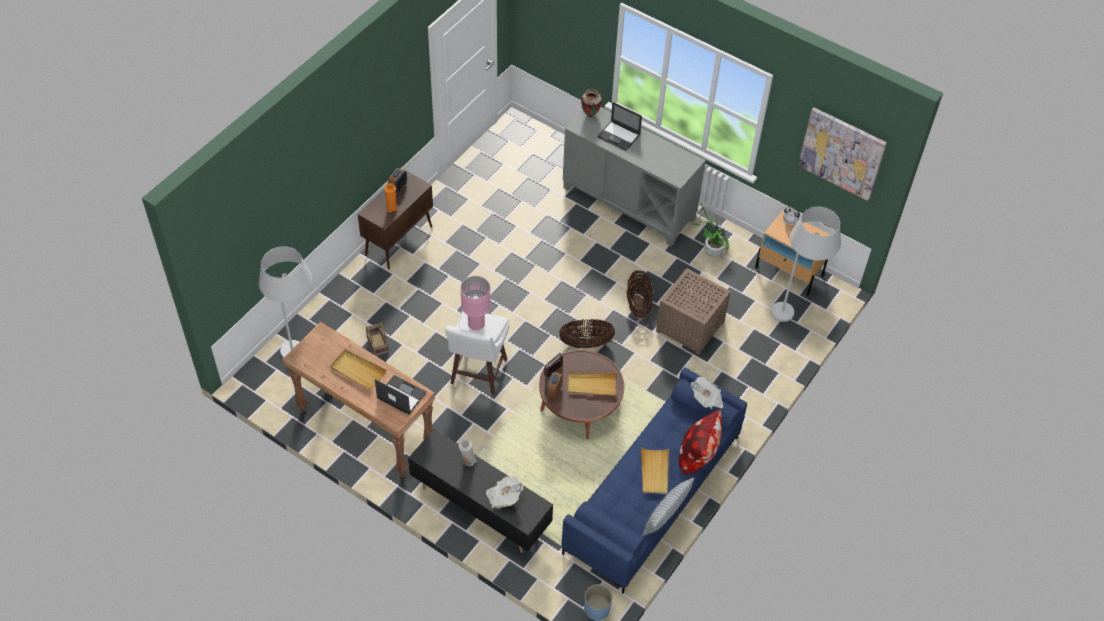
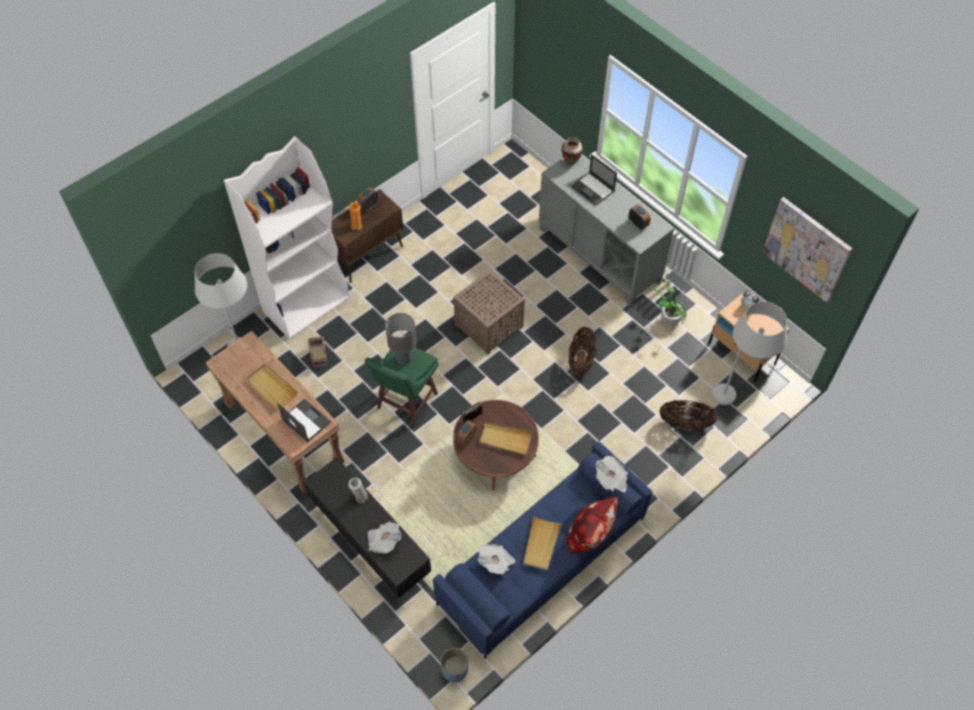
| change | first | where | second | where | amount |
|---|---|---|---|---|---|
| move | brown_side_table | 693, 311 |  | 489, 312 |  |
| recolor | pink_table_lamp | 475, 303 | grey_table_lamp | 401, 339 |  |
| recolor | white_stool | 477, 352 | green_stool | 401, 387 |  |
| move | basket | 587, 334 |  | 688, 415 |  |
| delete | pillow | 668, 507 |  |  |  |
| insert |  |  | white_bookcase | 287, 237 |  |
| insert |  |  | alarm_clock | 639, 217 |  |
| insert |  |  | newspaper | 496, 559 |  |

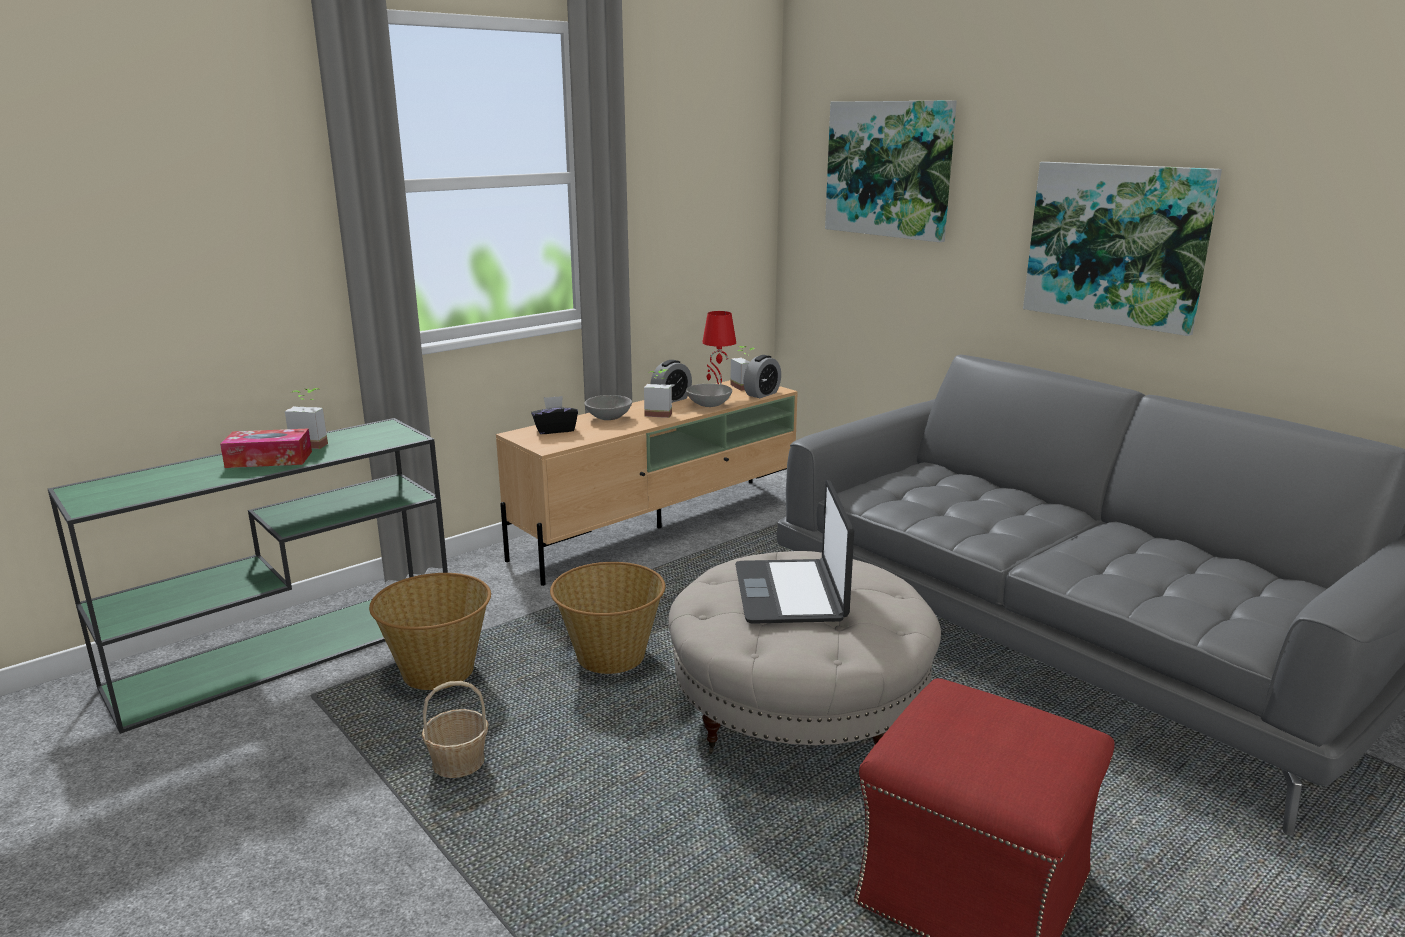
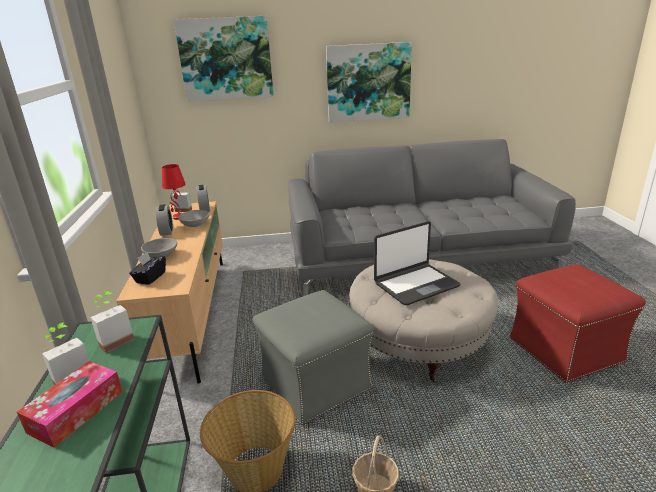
| change | first | where | second | where | amount |
|---|---|---|---|---|---|
| move | potted_plant | 658, 393 |  | 112, 322 |  |
| rotate | laptop | 794, 552 |  | 417, 263 | 60 degrees counterclockwise |
| replace | basket | 607, 618 | grey_ottoman | 313, 357 |  |

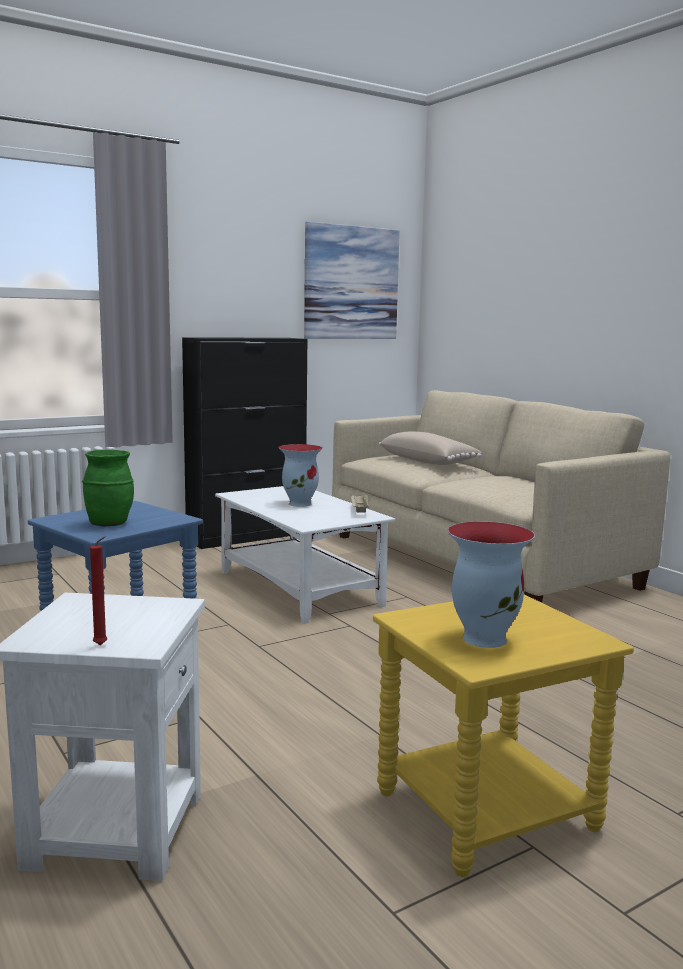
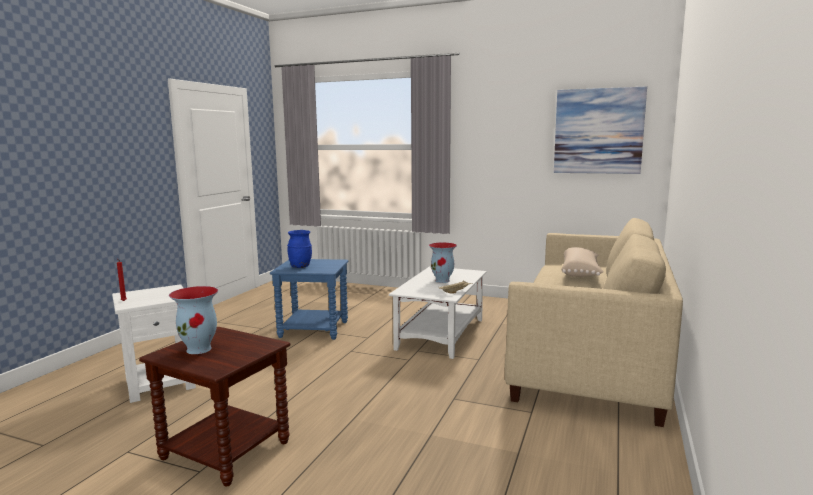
| change | first | where | second | where | amount |
|---|---|---|---|---|---|
| delete | black_cabinet | 245, 443 |  |  |  |
| recolor | green_vase | 108, 488 | blue_vase | 299, 249 |  |
| recolor | yellow_side_table | 503, 735 | brown_side_table | 214, 406 |  |

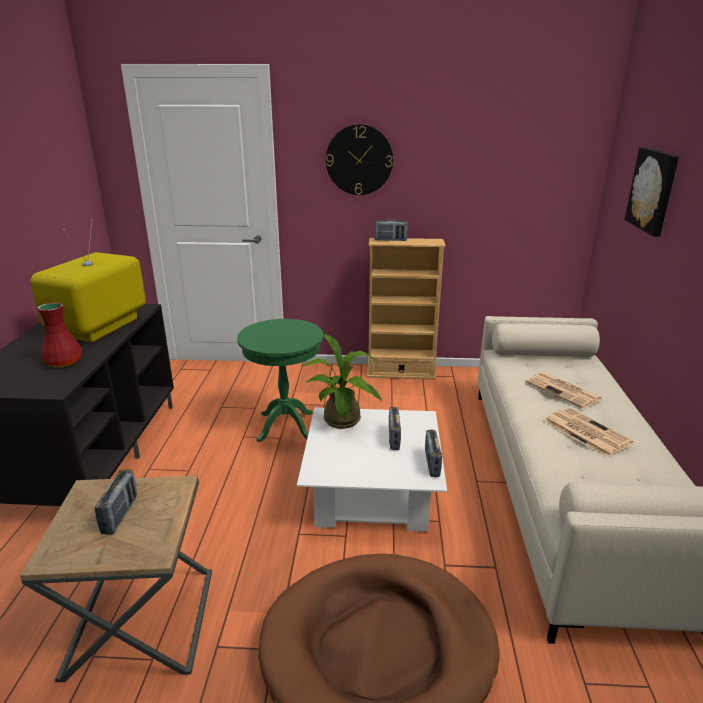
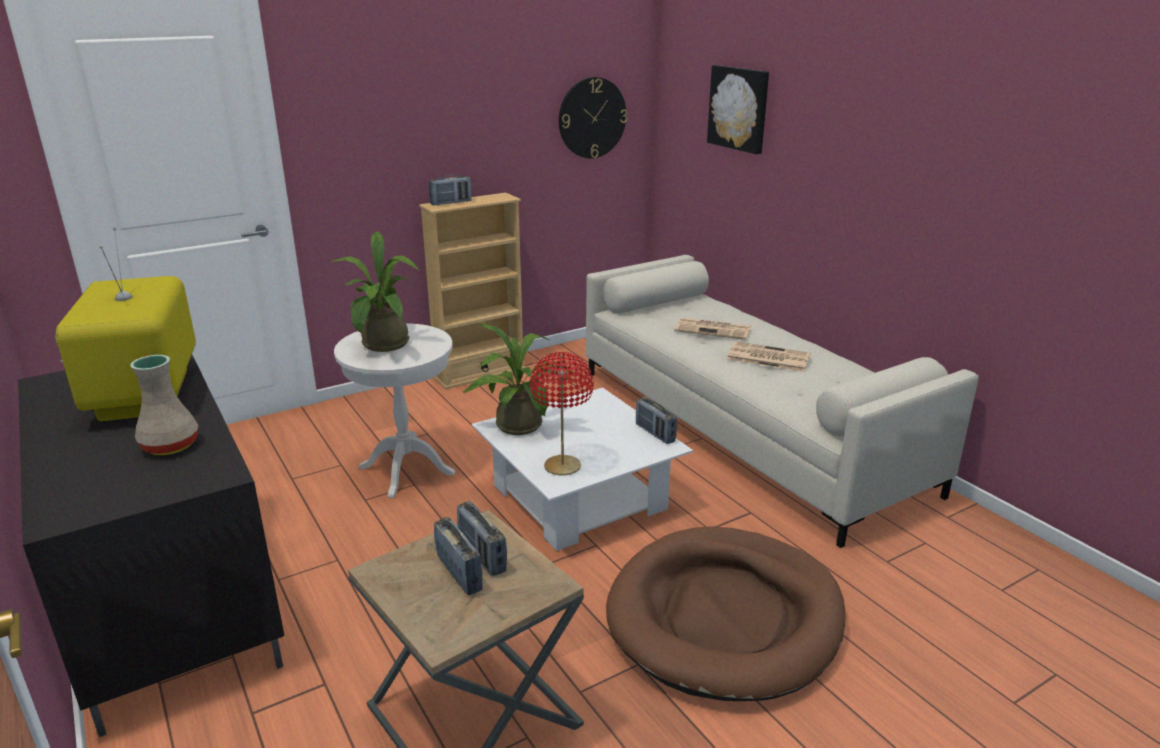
| change | first | where | second | where | amount |
|---|---|---|---|---|---|
| move | wall_clock | 359, 159 |  | 593, 117 |  |
| recolor | red_vase | 60, 335 | beige_vase | 164, 405 |  |
| recolor | green_side_table | 280, 380 | white_side_table | 394, 410 |  |
| move | radio | 395, 428 |  | 482, 538 |  |
| insert |  |  | potted_plant | 374, 291 |  |
| insert |  |  | red_table_lamp | 562, 413 |  |

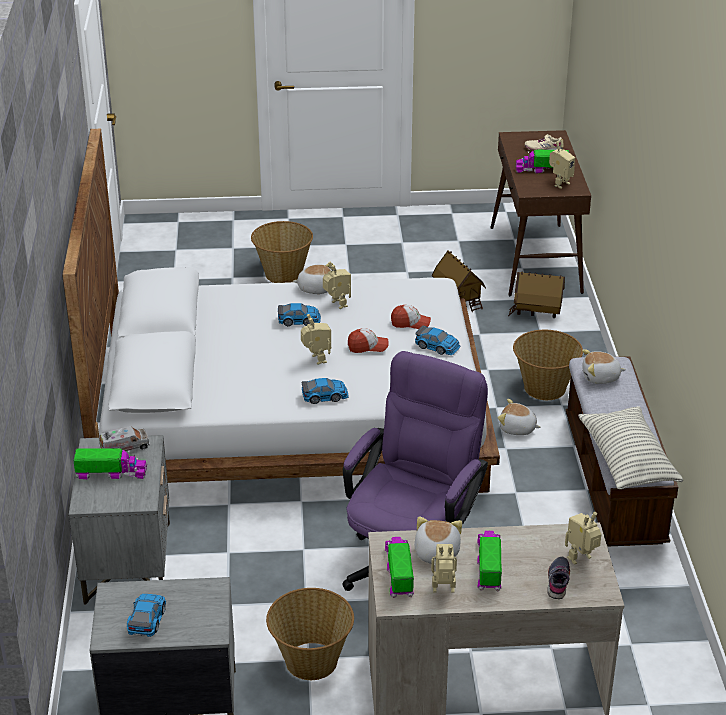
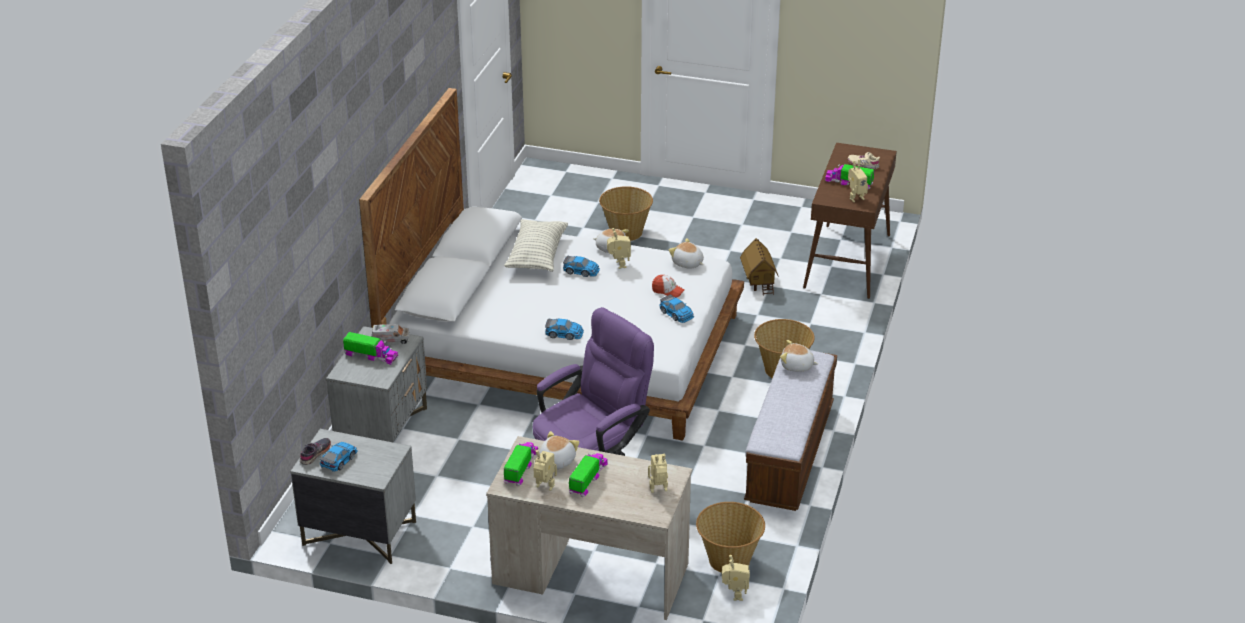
| change | first | where | second | where | amount |
|---|---|---|---|---|---|
| delete | toy_house | 536, 295 |  |  |  |
| move | toy_robot | 316, 339 |  | 736, 578 |  |
| delete | cap | 368, 341 |  |  |  |
| move | plush_toy | 519, 417 |  | 686, 253 |  |
| move | pillow | 630, 447 |  | 536, 245 |  |
| move | grey_shoe | 558, 577 |  | 315, 451 |  |
| move | basket | 310, 634 |  | 730, 537 |  |

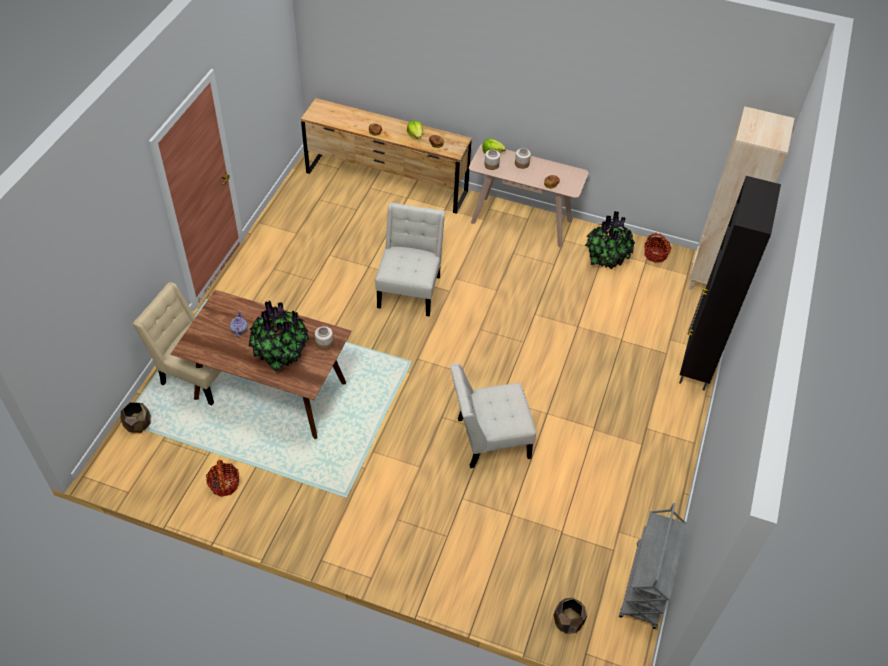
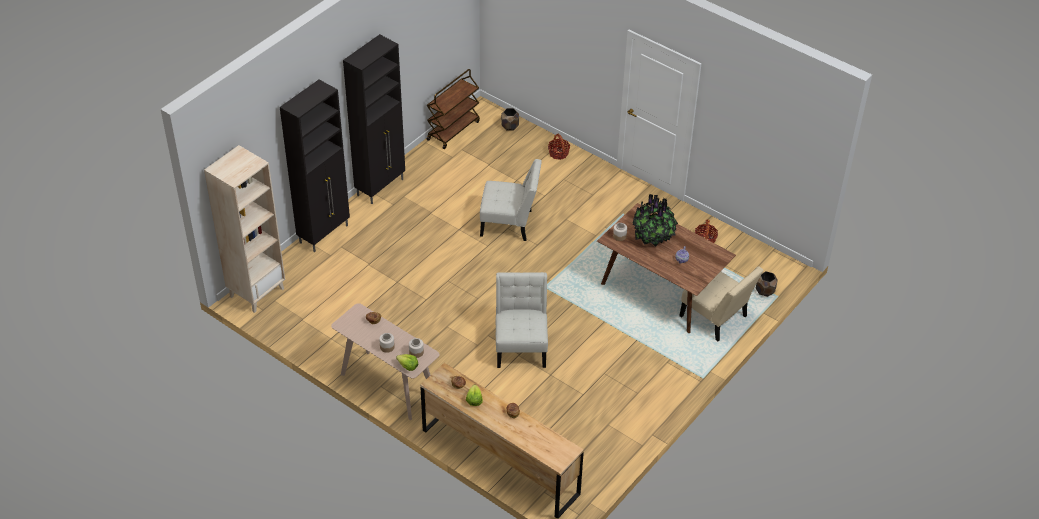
| change | first | where | second | where | amount |
|---|---|---|---|---|---|
| rotate | white_chair | 410, 260 |  | 522, 320 | 150 degrees clockwise |
| delete | potted_plant | 610, 240 |  |  |  |
| move | basket | 658, 248 |  | 559, 147 |  |
| recolor | grey_cart | 653, 566 | brown_cart | 453, 109 |  |
| insert |  |  | black_cabinet | 374, 119 |  |

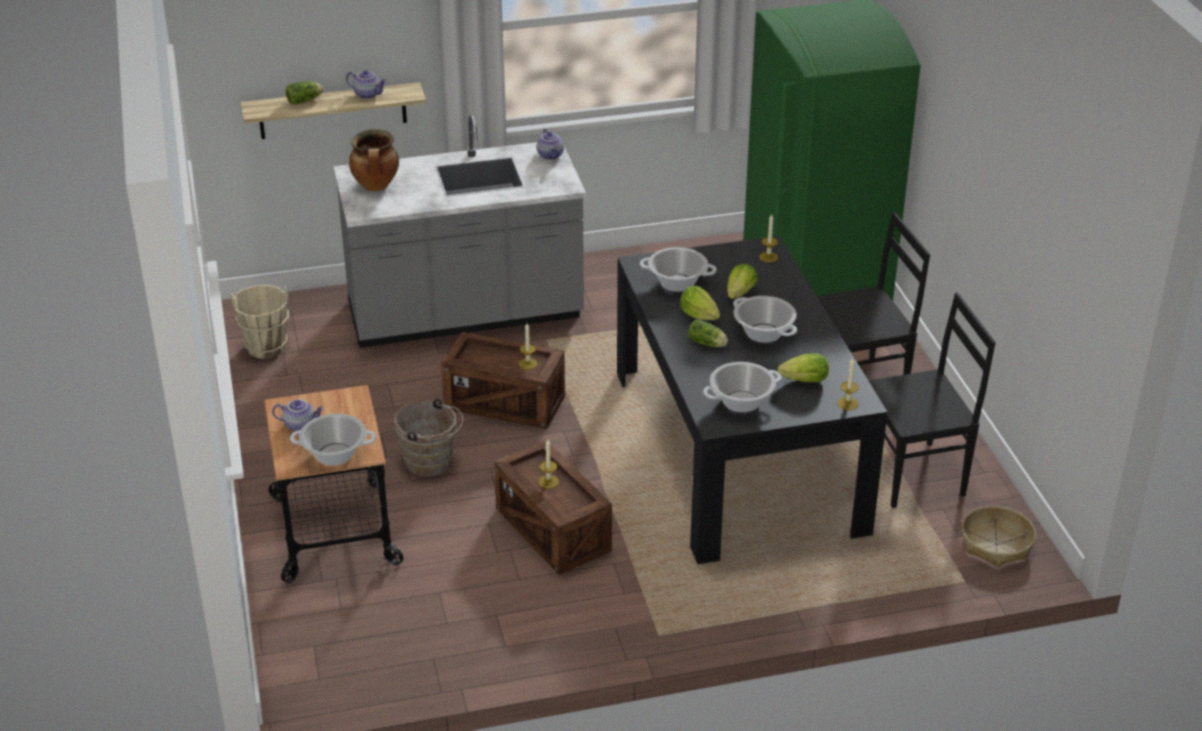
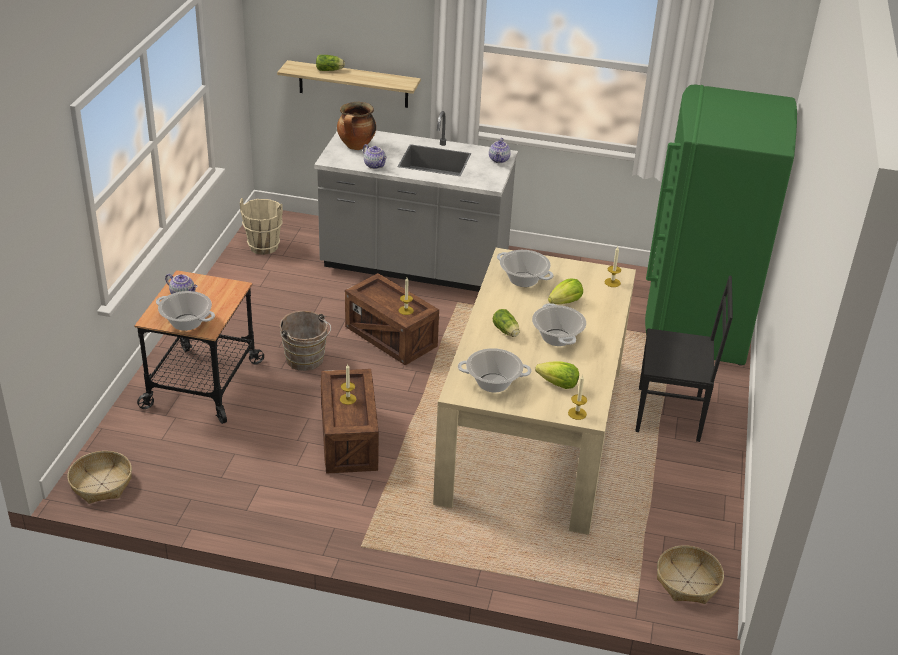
| change | first | where | second | where | amount |
|---|---|---|---|---|---|
| move | teapot | 366, 84 |  | 375, 156 |  |
| recolor | black_dining_table | 752, 400 | beige_dining_table | 534, 391 |  |
| delete | lettuce | 700, 303 |  |  |  |
| delete | black_chair | 932, 400 |  |  |  |
| insert |  |  | basket | 99, 477 |  |

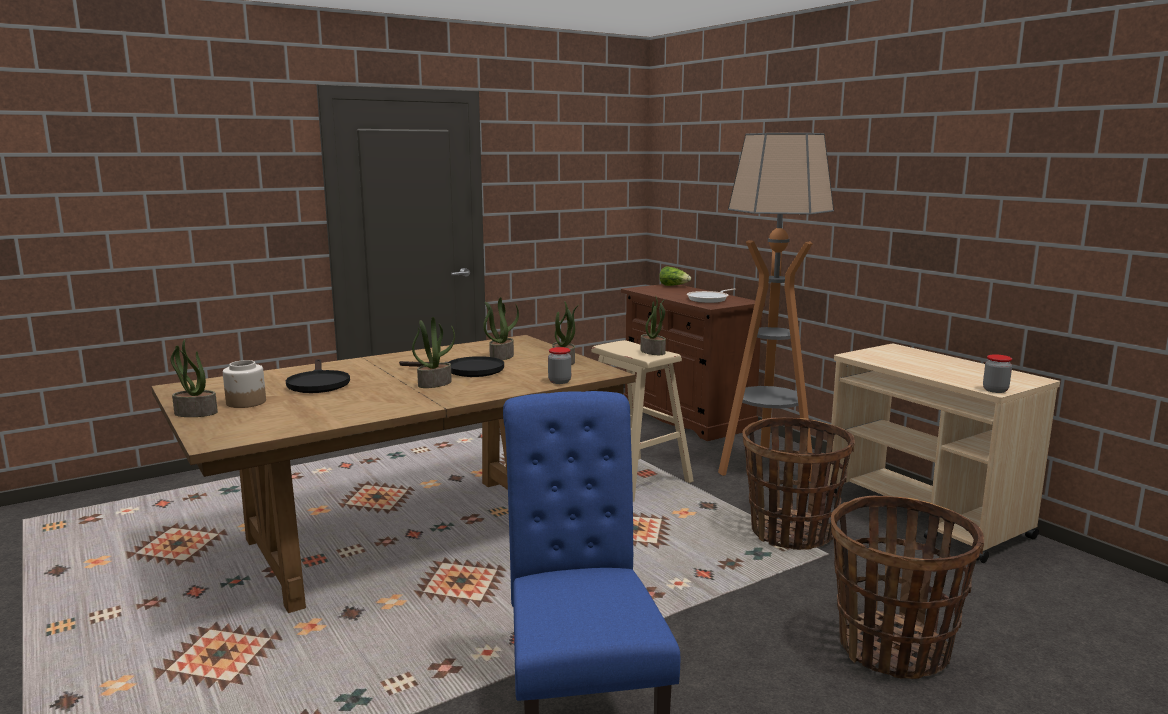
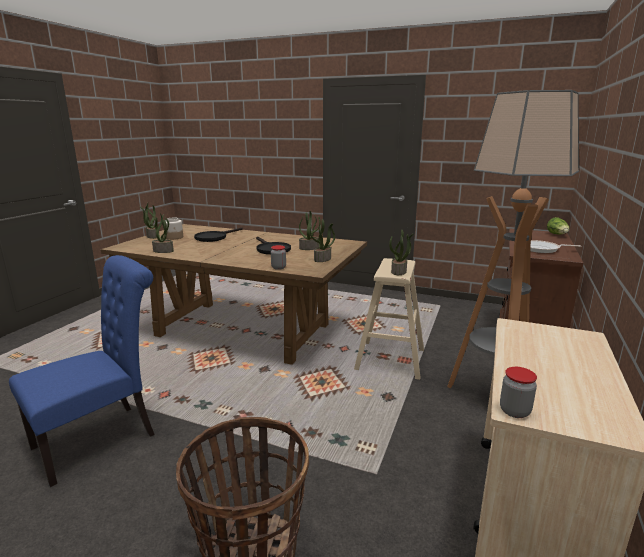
| change | first | where | second | where | amount |
|---|---|---|---|---|---|
| move | potted_plant | 433, 352 |  | 163, 233 |  |
| delete | basket | 798, 483 |  |  |  |

